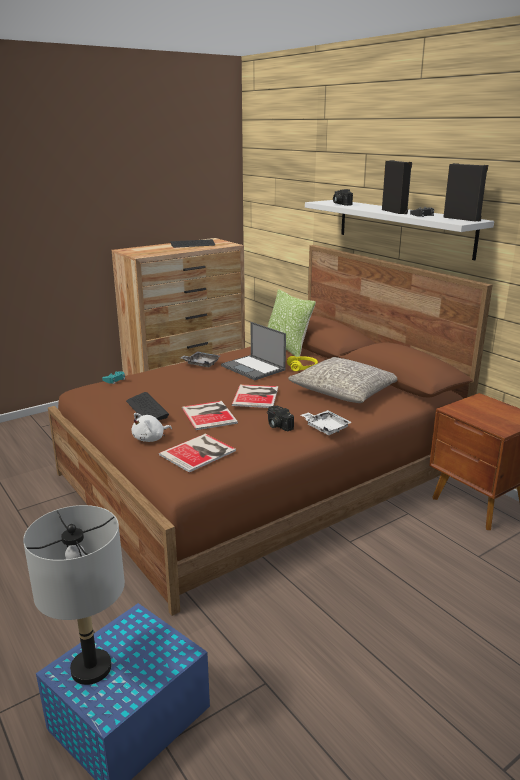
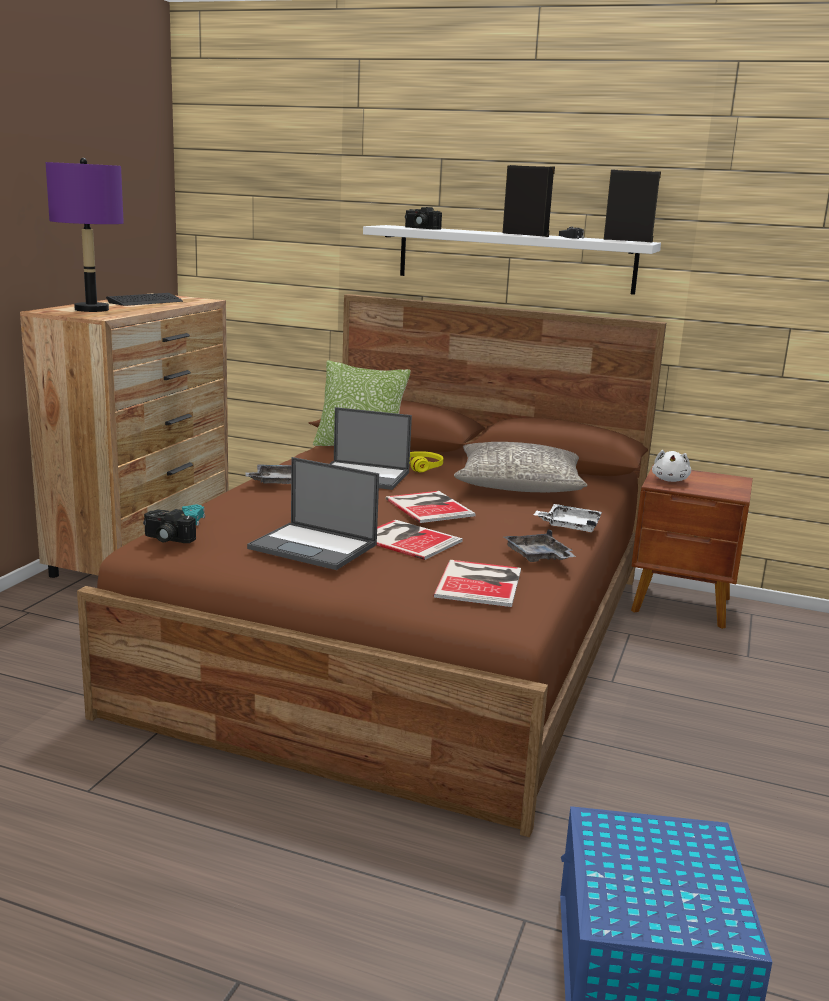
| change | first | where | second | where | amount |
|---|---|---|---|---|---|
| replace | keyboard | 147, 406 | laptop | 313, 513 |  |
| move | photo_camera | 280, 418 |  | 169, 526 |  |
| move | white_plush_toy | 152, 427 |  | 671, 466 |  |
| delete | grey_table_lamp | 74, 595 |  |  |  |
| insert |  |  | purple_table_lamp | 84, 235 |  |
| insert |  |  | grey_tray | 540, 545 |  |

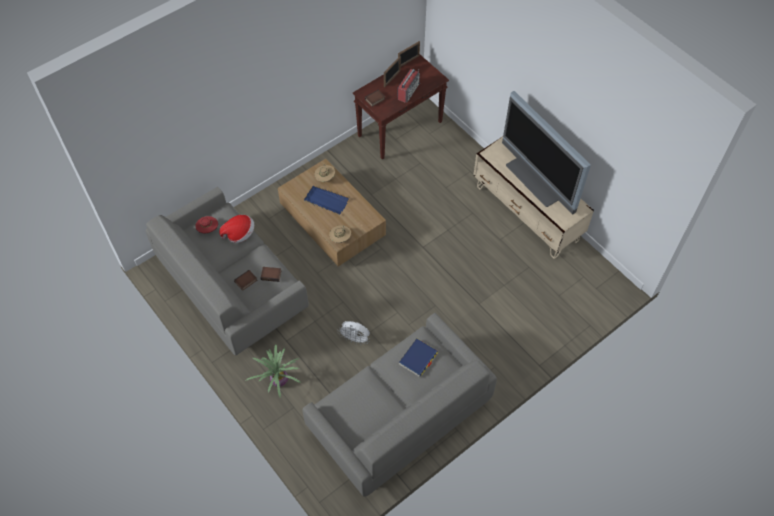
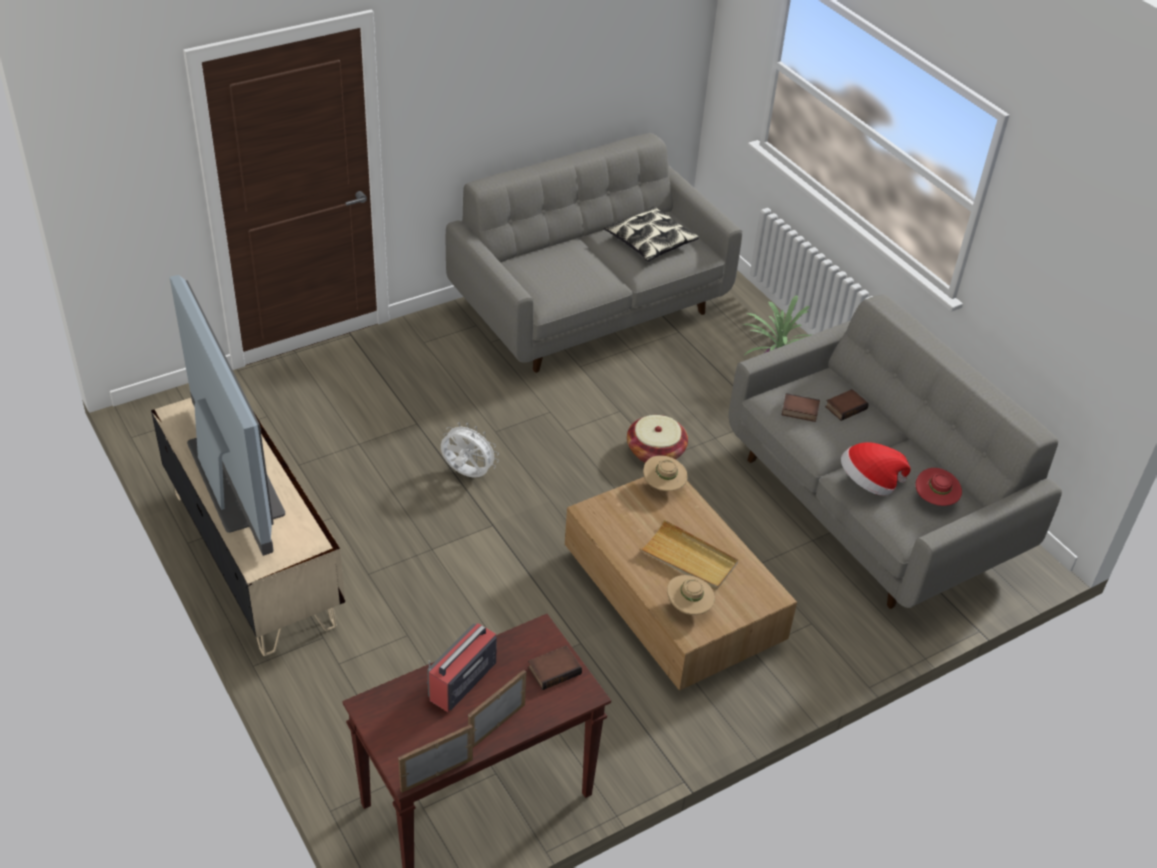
| change | first | where | second | where | amount |
|---|---|---|---|---|---|
| recolor | blue_tray | 326, 200 | beige_tray | 688, 554 |  |
| move | white_fan | 353, 332 |  | 470, 450 |  |
| delete | blue_book | 418, 358 |  |  |  |
| insert |  |  | pillow | 651, 234 |  |
| insert |  |  | basket | 657, 439 |  |

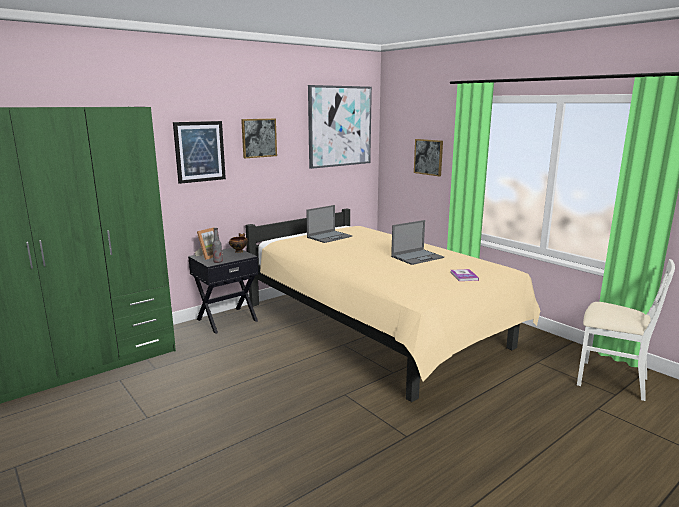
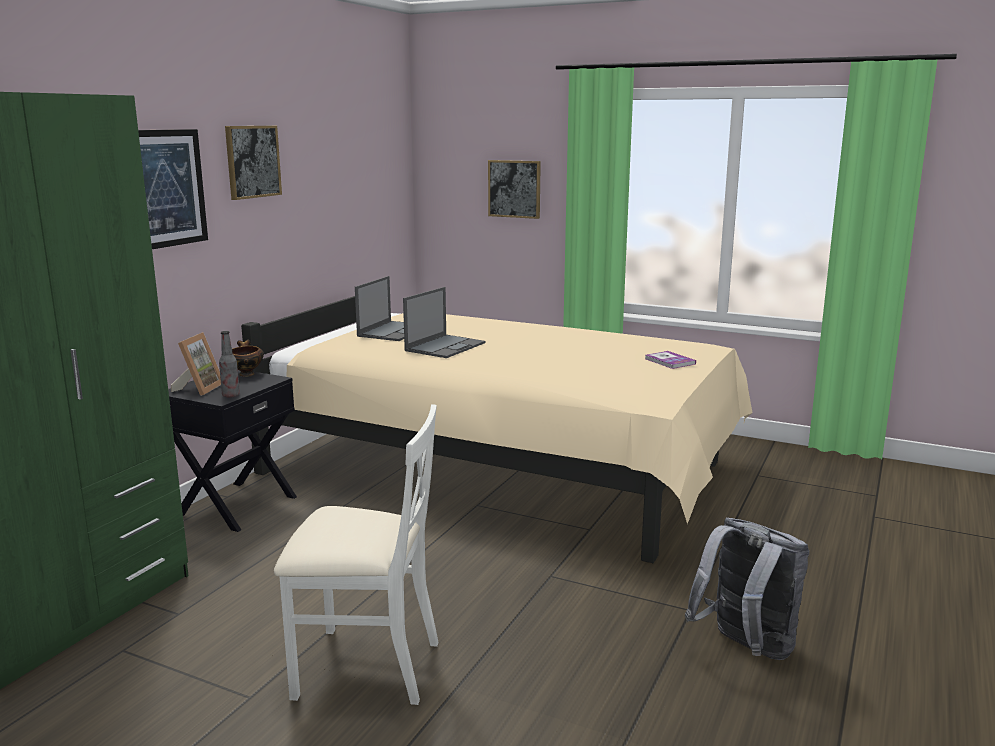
| change | first | where | second | where | amount |
|---|---|---|---|---|---|
| delete | picture | 340, 127 |  |  |  |
| move | laptop | 417, 242 |  | 444, 322 |  |
| move | white_chair | 626, 330 |  | 356, 554 |  |
| insert |  |  | grey_backpack | 747, 588 |  |

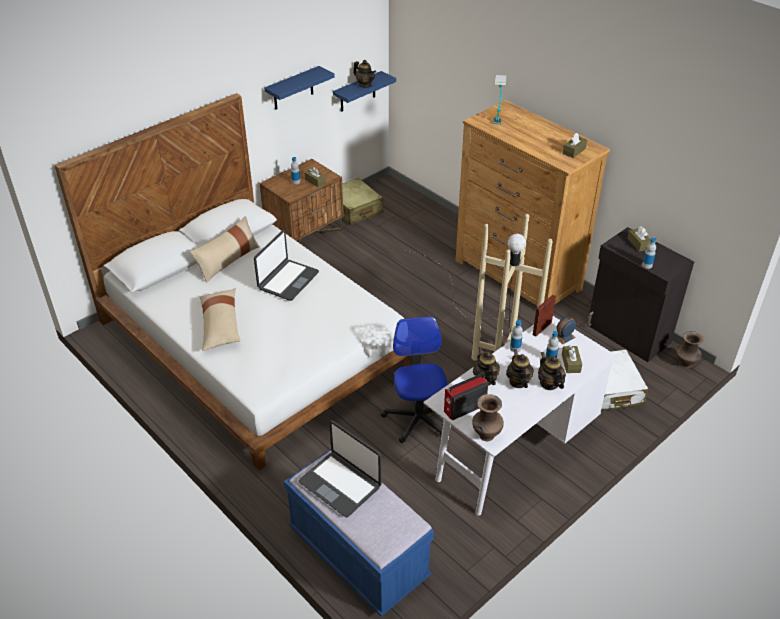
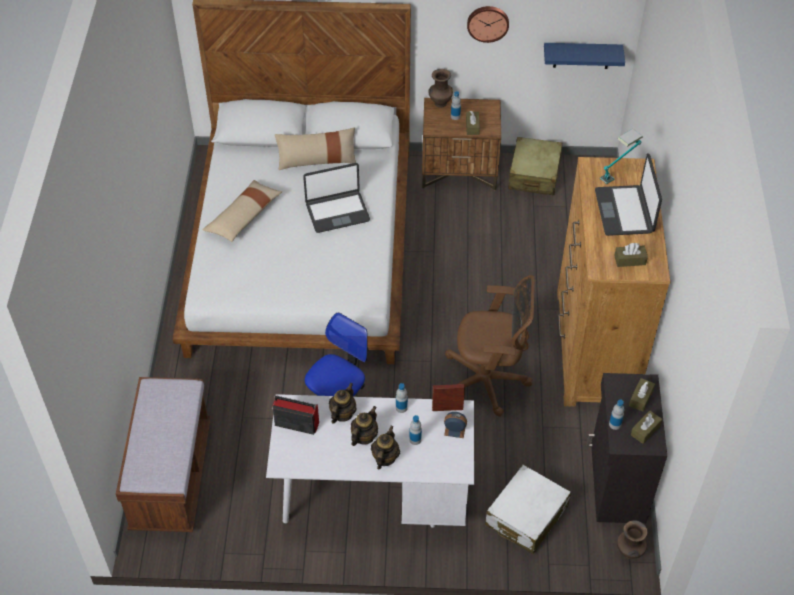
| change | first | where | second | where | amount |
|---|---|---|---|---|---|
| delete | teapot | 364, 74 |  |  |  |
| replace | blue_shelf | 299, 88 | wall_clock | 488, 24 |  |
| replace | beige_floor_lamp | 479, 287 | brown_office_chair | 490, 346 |  |
| move | brown_tissue_box | 572, 359 |  | 647, 427 |  |
| move | brown_vase | 488, 417 |  | 441, 88 |  |
| move | laptop | 340, 469 |  | 628, 194 |  |
| recolor | blue_bench | 359, 533 | brown_bench | 163, 454 |  |

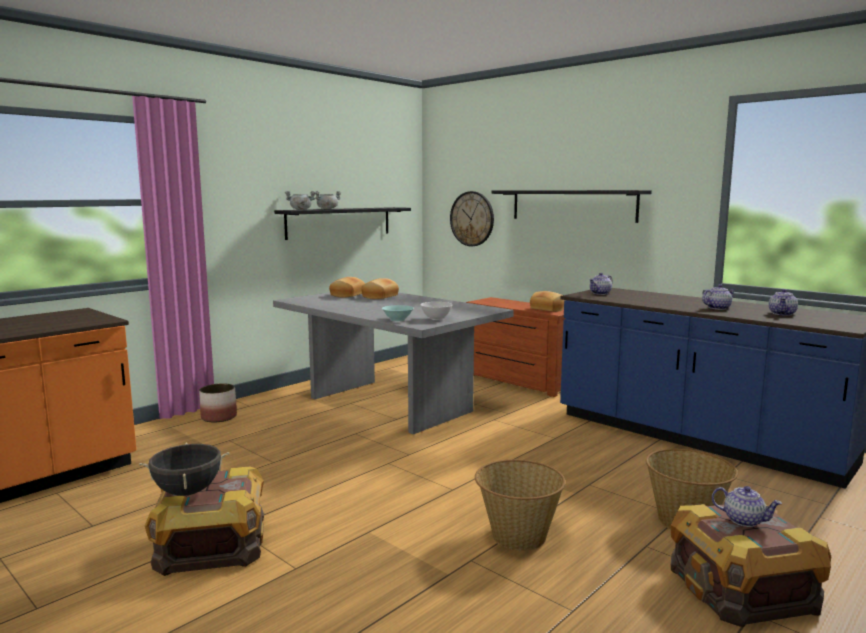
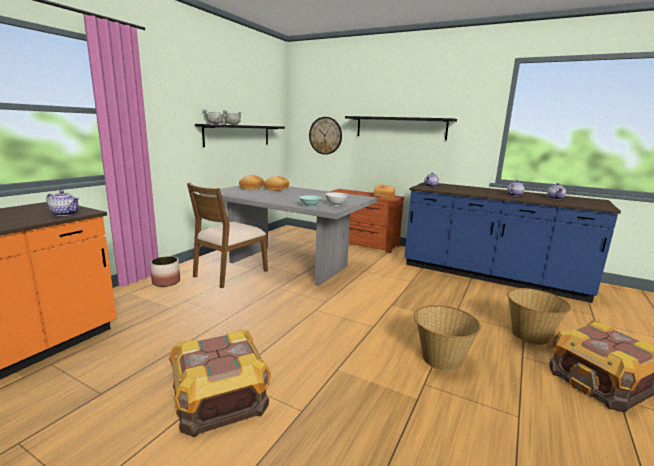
| change | first | where | second | where | amount |
|---|---|---|---|---|---|
| delete | black_cooking_pot | 184, 469 |  |  |  |
| move | teapot | 747, 506 |  | 62, 203 |  |
| insert |  |  | brown_chair | 227, 235 |  |

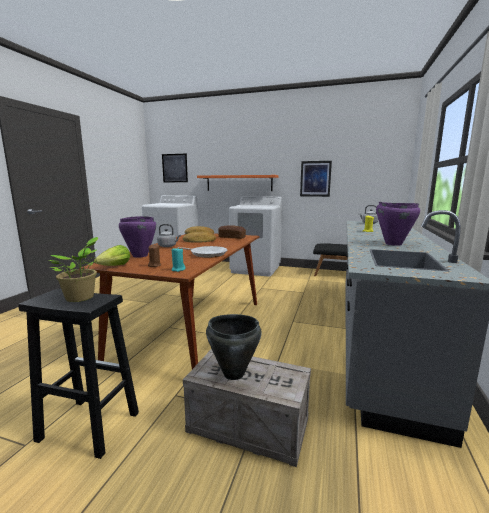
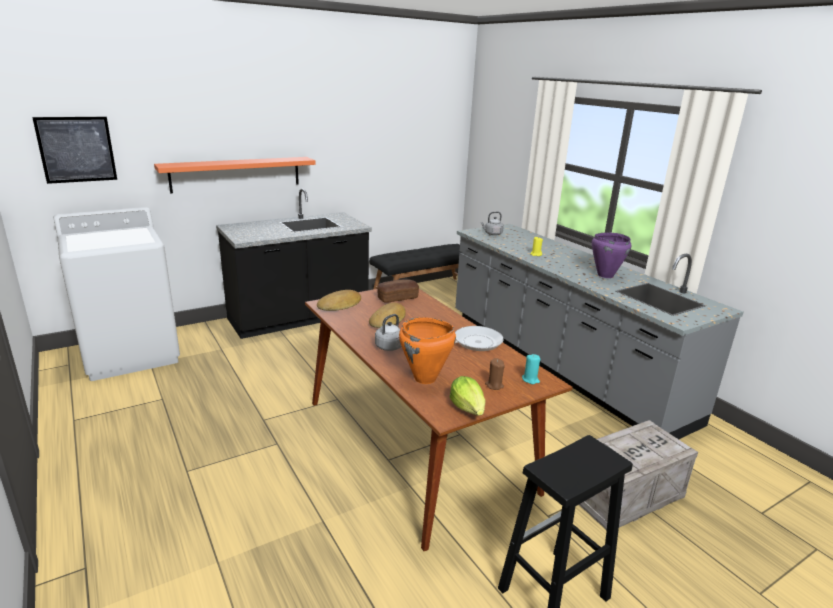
| change | first | where | second | where | amount |
|---|---|---|---|---|---|
| delete | picture | 316, 179 |  |  |  |
| replace | white_washing_machine | 255, 236 | black_counter | 294, 264 |  |
| recolor | purple_cooking_pot | 137, 237 | orange_cooking_pot | 427, 350 |  |
| delete | potted_plant | 73, 269 |  |  |  |
| delete | black_cooking_pot | 234, 347 |  |  |  |

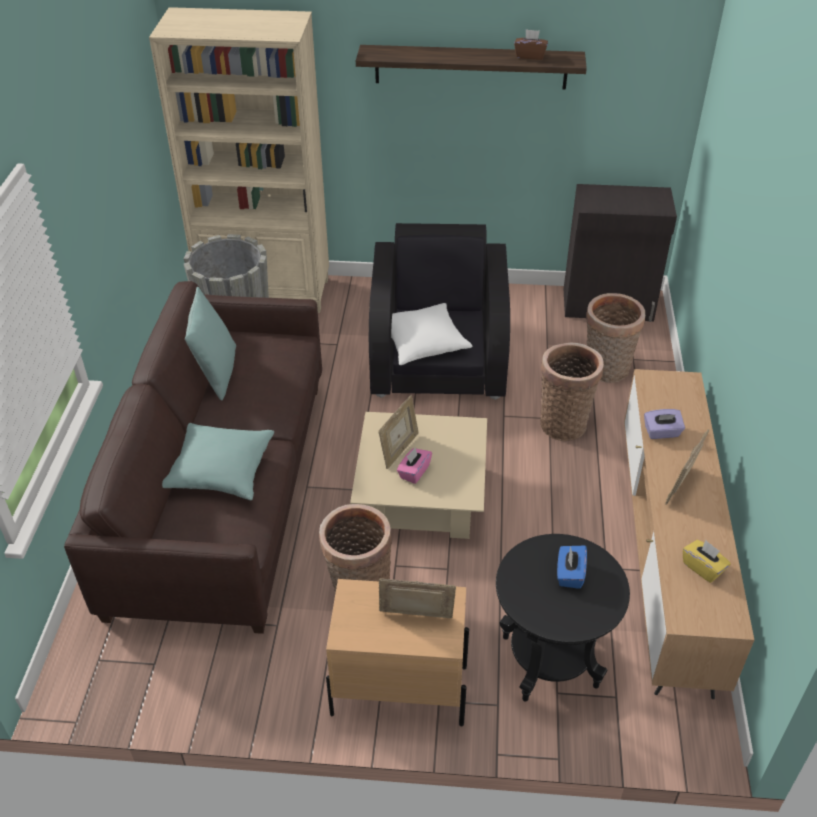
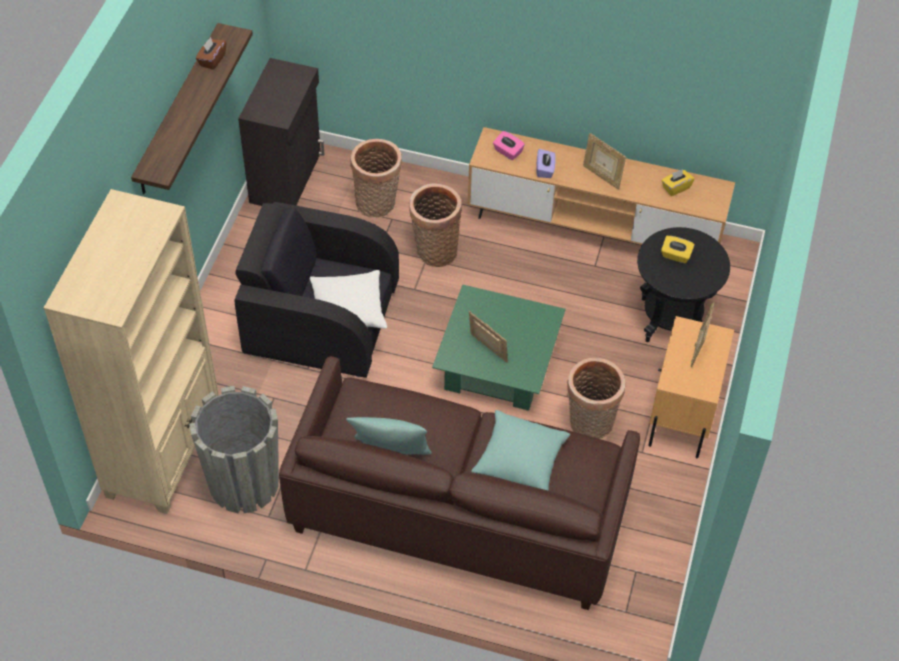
| change | first | where | second | where | amount |
|---|---|---|---|---|---|
| recolor | beige_coffee_table | 418, 475 | green_coffee_table | 499, 347 |  |
| move | pink_tissue_box | 414, 466 |  | 509, 145 |  |
| recolor | blue_tissue_box | 572, 567 | yellow_tissue_box | 678, 249 |  |

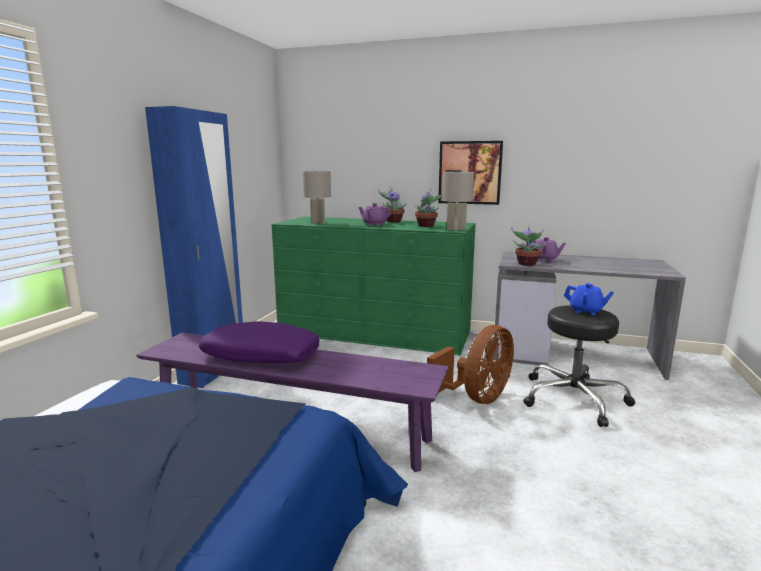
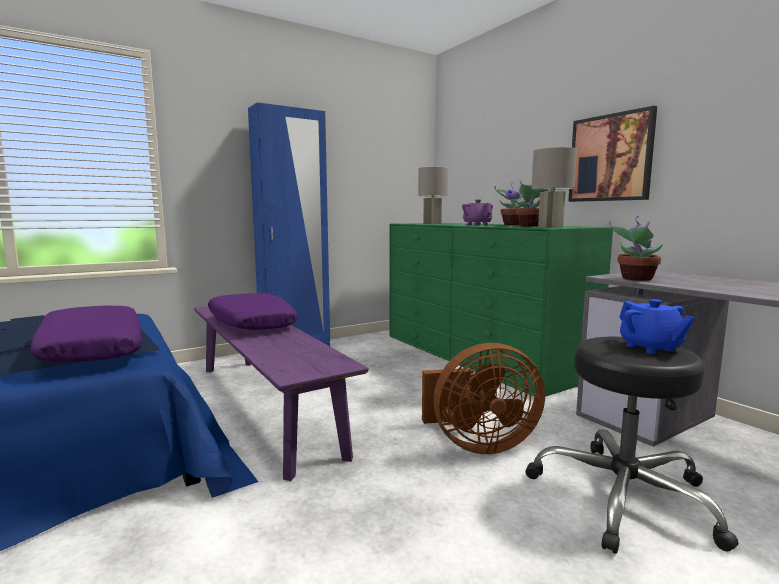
| change | first | where | second | where | amount |
|---|---|---|---|---|---|
| delete | purple_teapot | 549, 249 |  |  |  |
| insert |  |  | purple_pillow | 86, 334 |  |

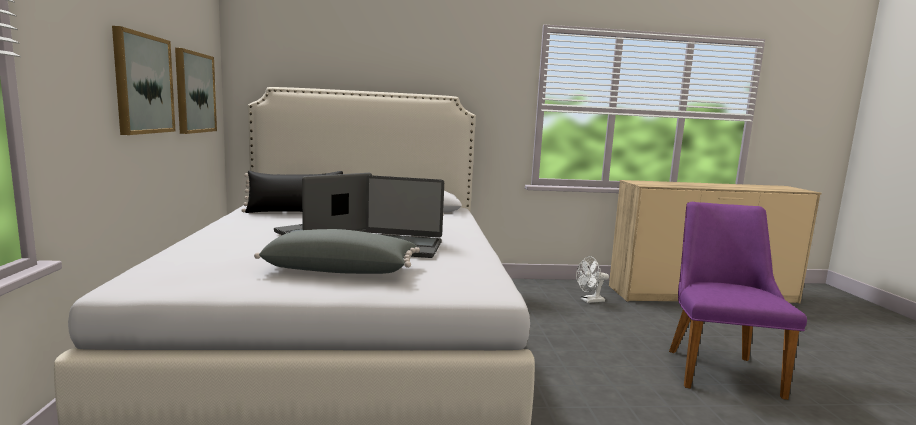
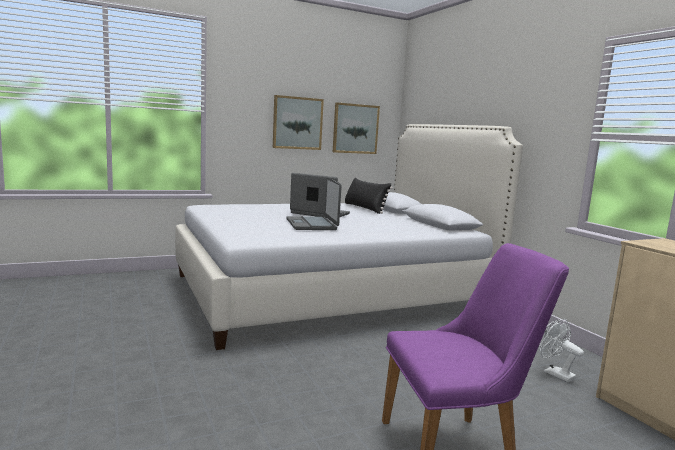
| change | first | where | second | where | amount |
|---|---|---|---|---|---|
| delete | grey_pillow | 337, 251 |  |  |  |

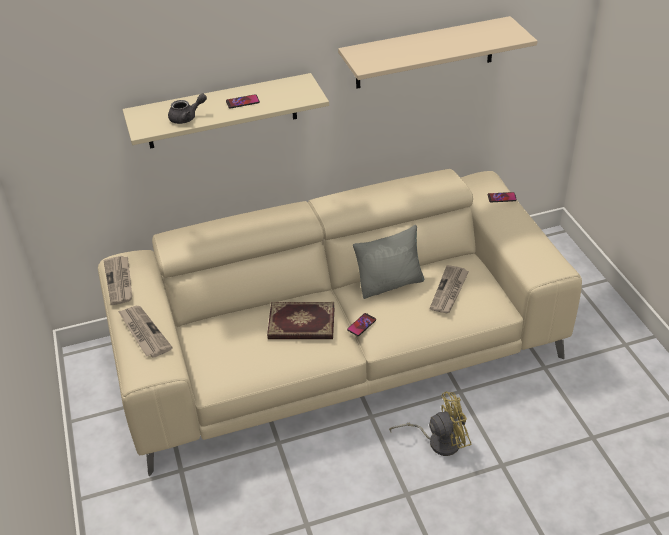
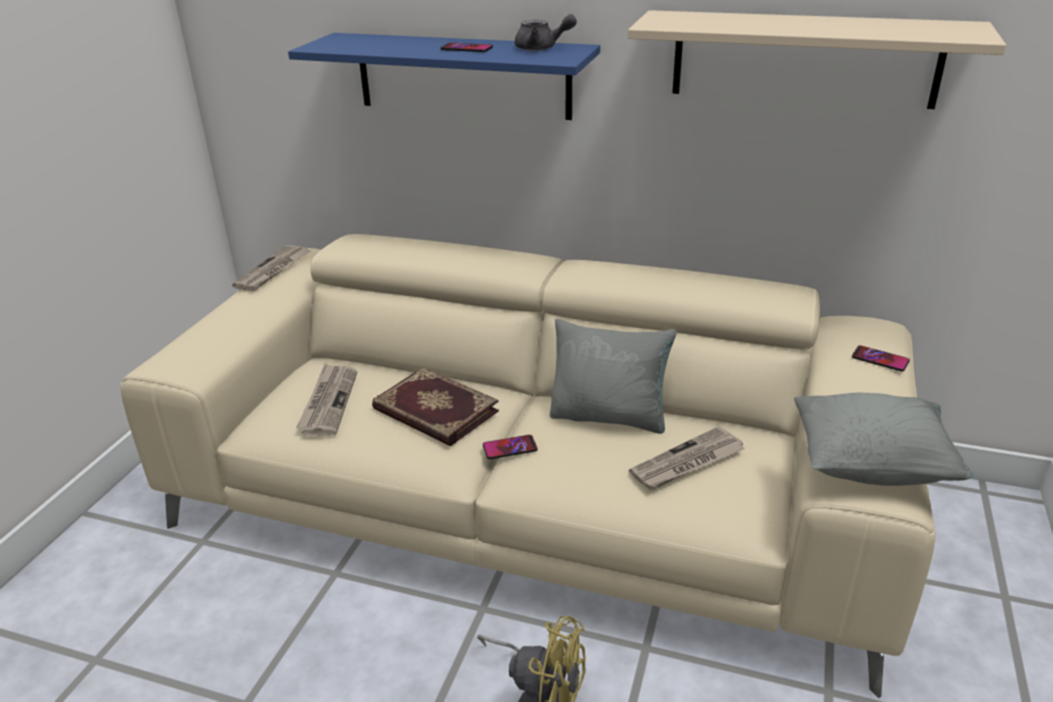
| change | first | where | second | where | amount |
|---|---|---|---|---|---|
| recolor | beige_shelf | 226, 111 | blue_shelf | 444, 76 |  |
| move | grey_teapot | 187, 109 |  | 546, 32 |  |
| move | newspaper | 145, 332 |  | 326, 400 |  |
| insert |  |  | grey_pillow | 883, 439 |  |

